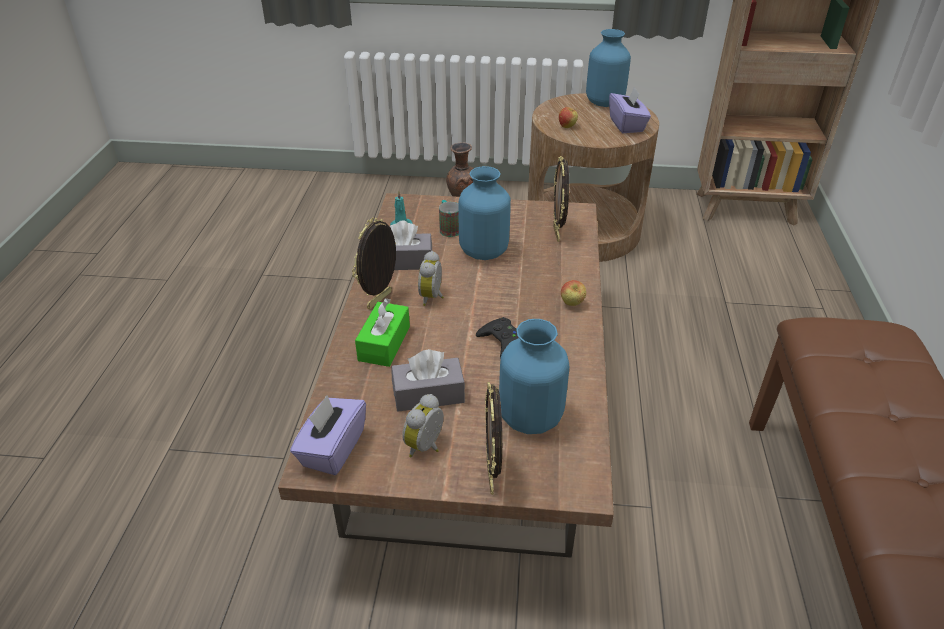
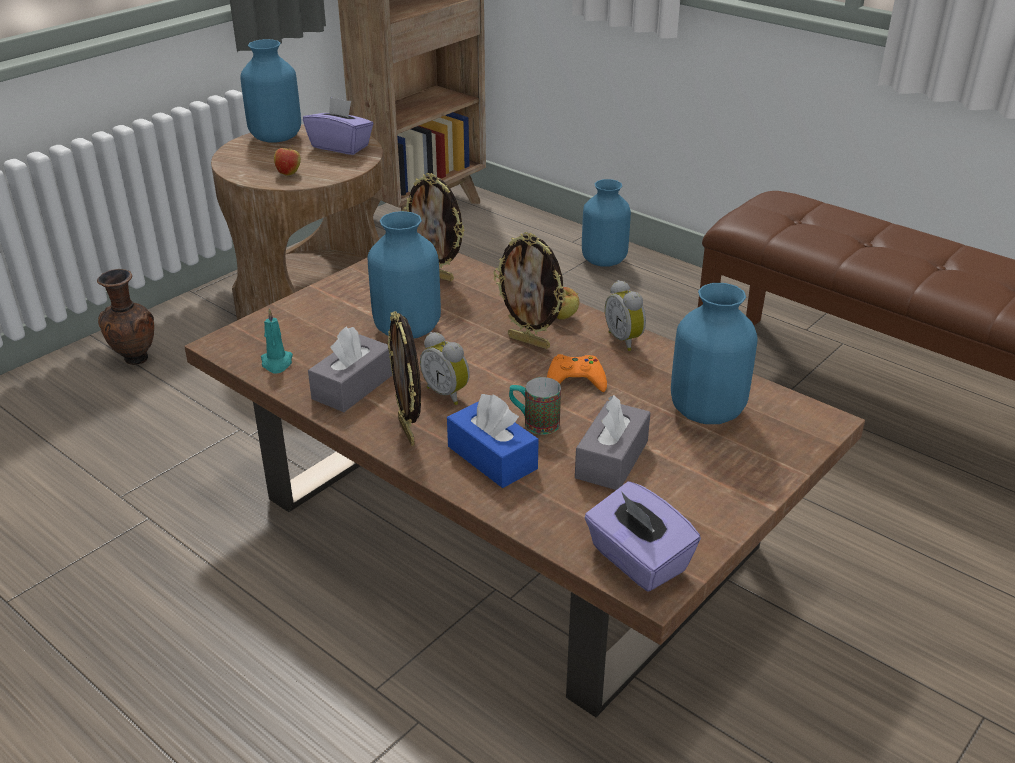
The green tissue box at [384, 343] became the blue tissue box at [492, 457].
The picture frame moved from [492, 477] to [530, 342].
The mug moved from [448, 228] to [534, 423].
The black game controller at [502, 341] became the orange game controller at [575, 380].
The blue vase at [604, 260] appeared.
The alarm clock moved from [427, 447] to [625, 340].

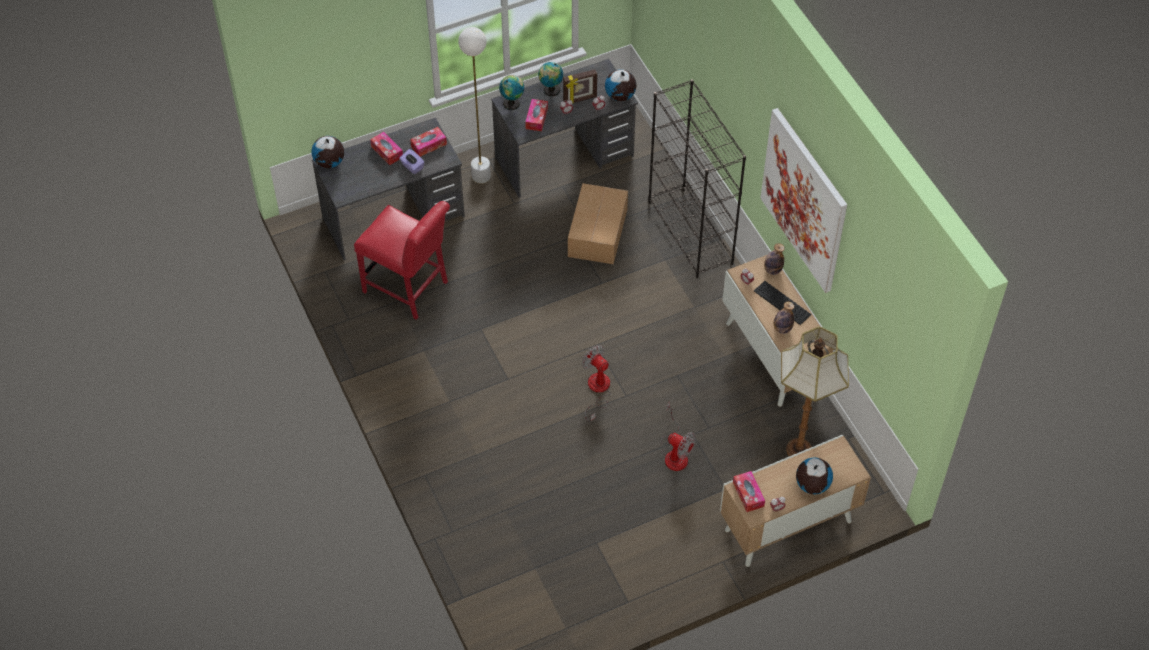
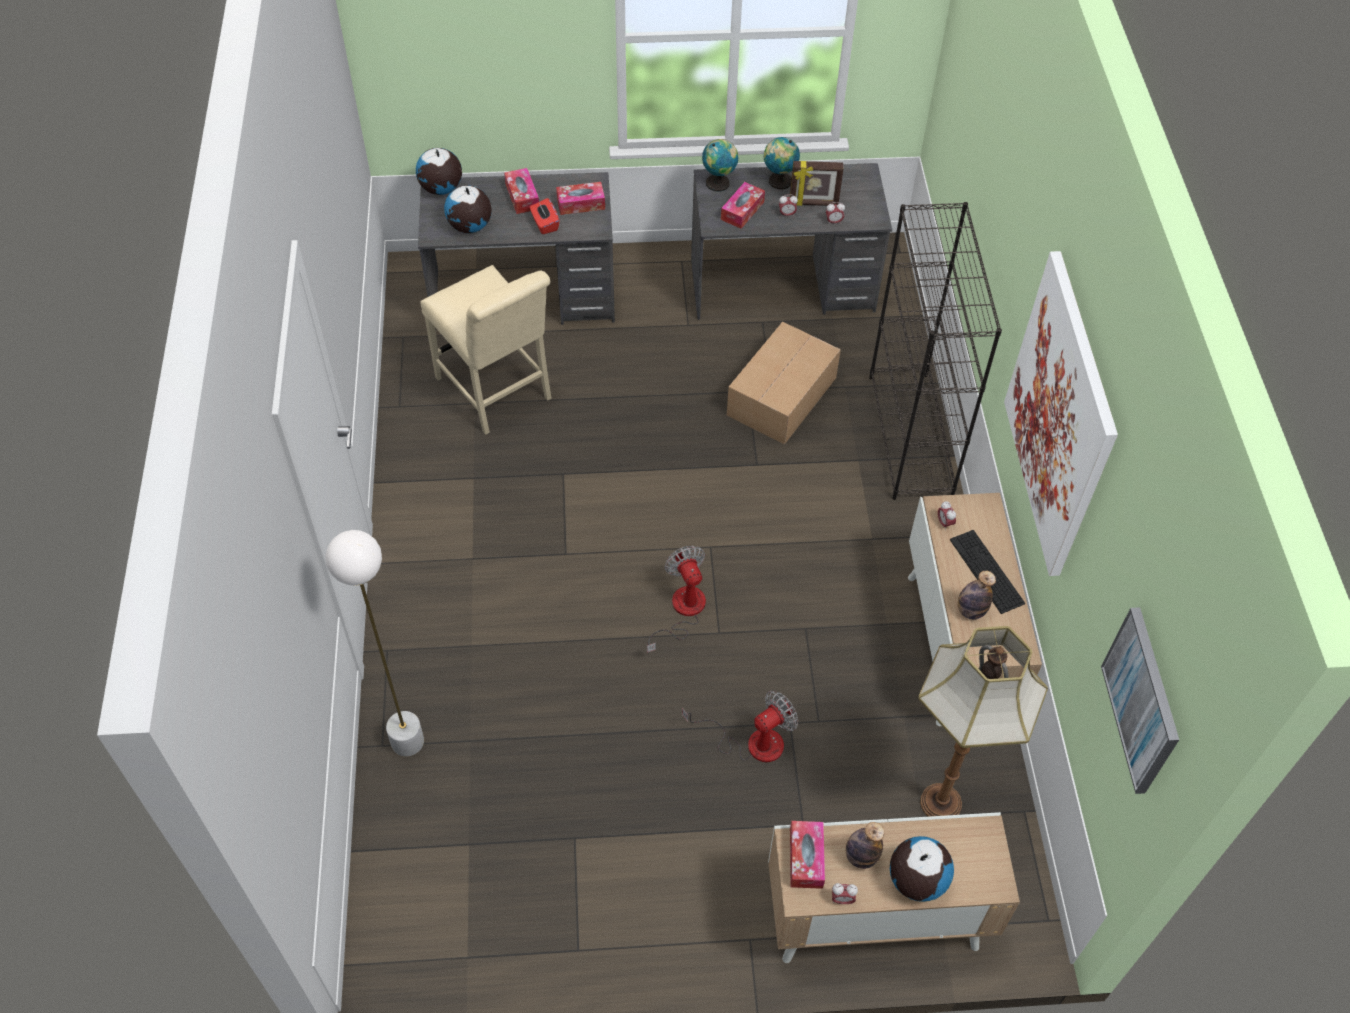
The white floor lamp moved from [481, 176] to [407, 741].
The red chair at [409, 289] became the beige chair at [496, 392].
The globe moved from [620, 96] to [470, 227].
The purple tissue box at [412, 167] became the red tissue box at [545, 224].
The fan at [675, 453] turned 90 degrees counterclockwise.
The bottle moved from [772, 270] to [861, 856].
The picture at [1142, 700] appeared.

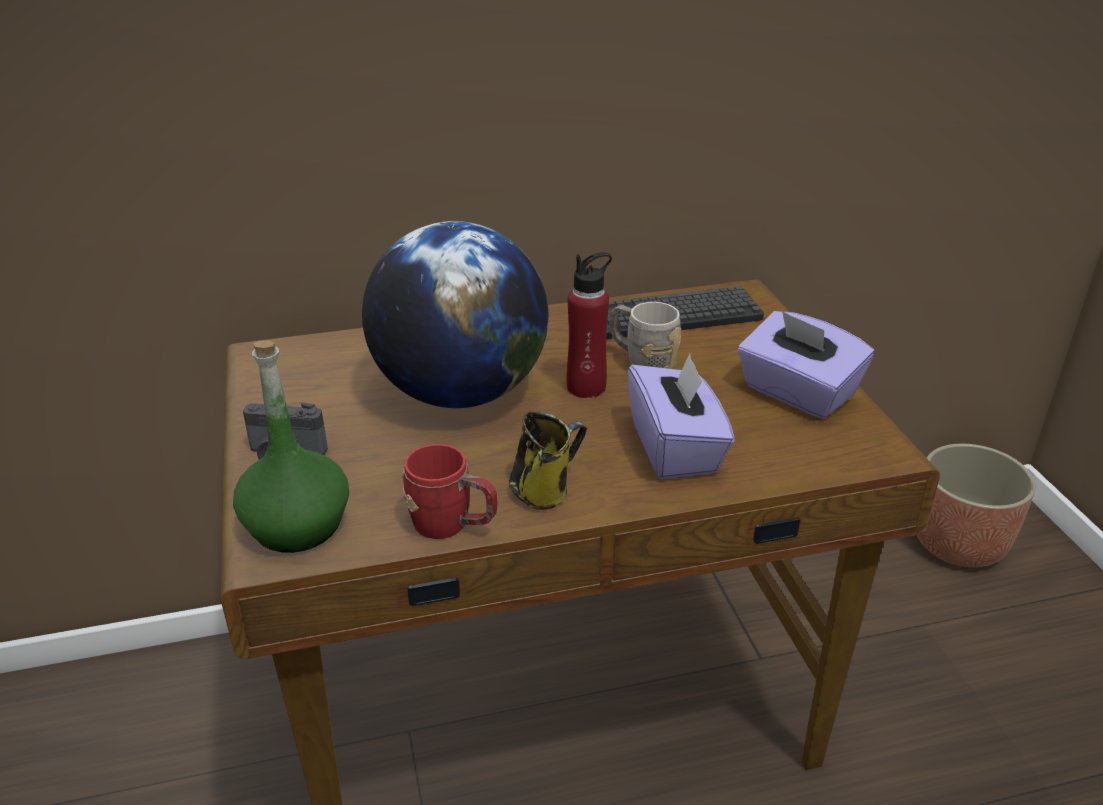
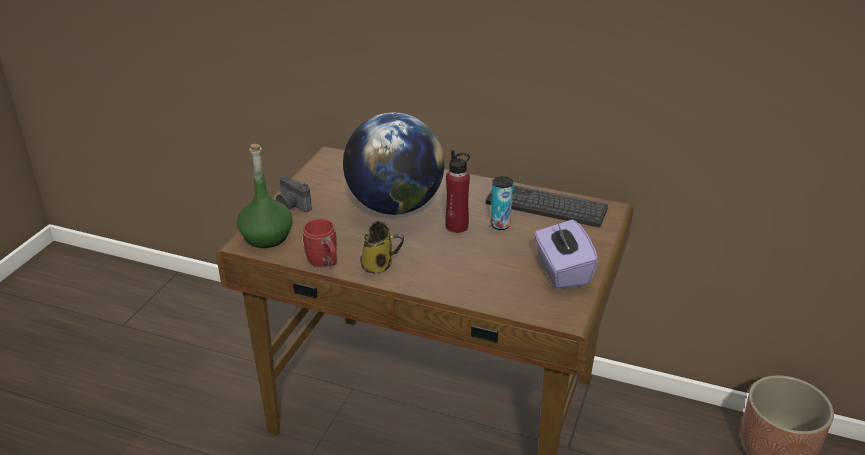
The grey mug at [642, 363] was replaced by the can at [500, 225].
The purple tissue box at [675, 448] disappeared.

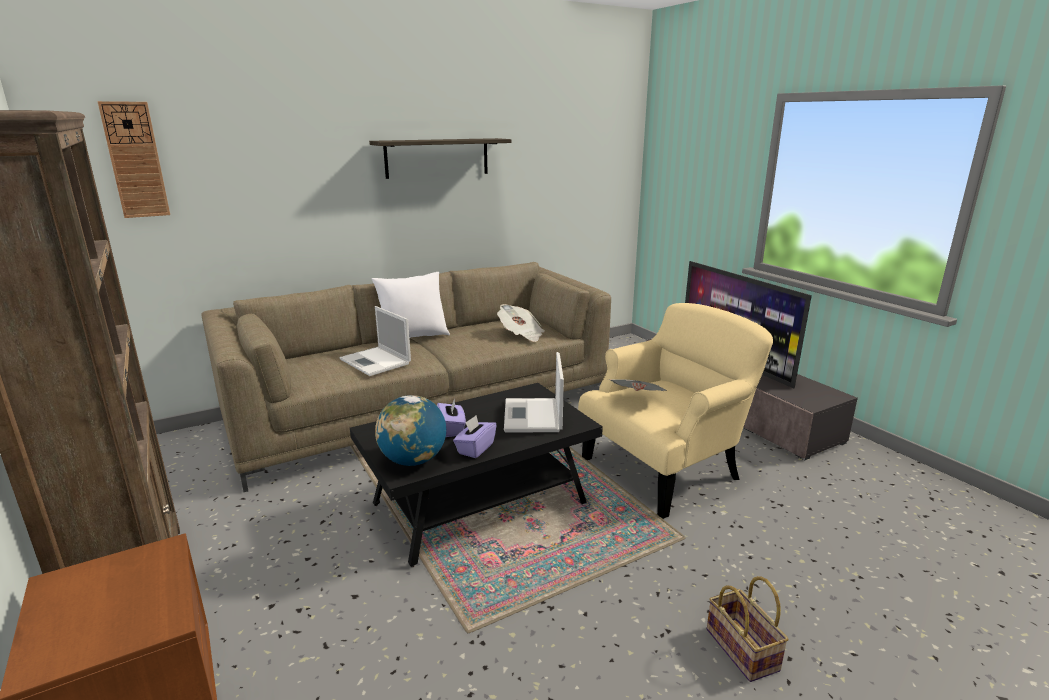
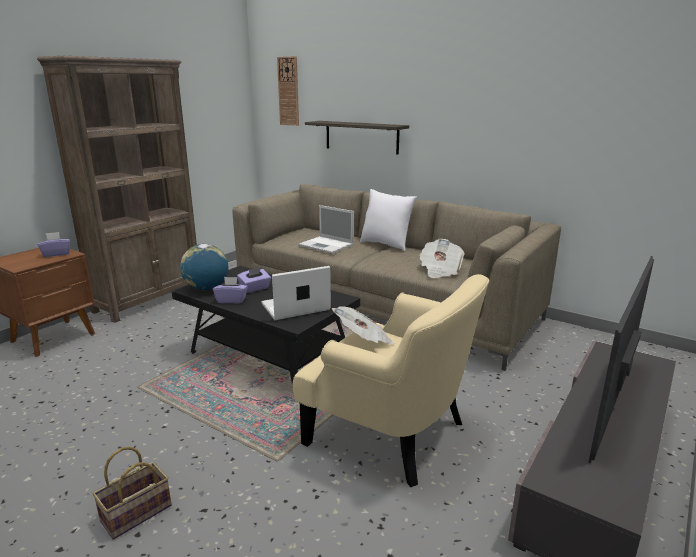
The purple tissue box at [56, 254] appeared.
The laptop at [376, 362] turned 75 degrees counterclockwise.
The shelf moved from [437, 157] to [361, 137].

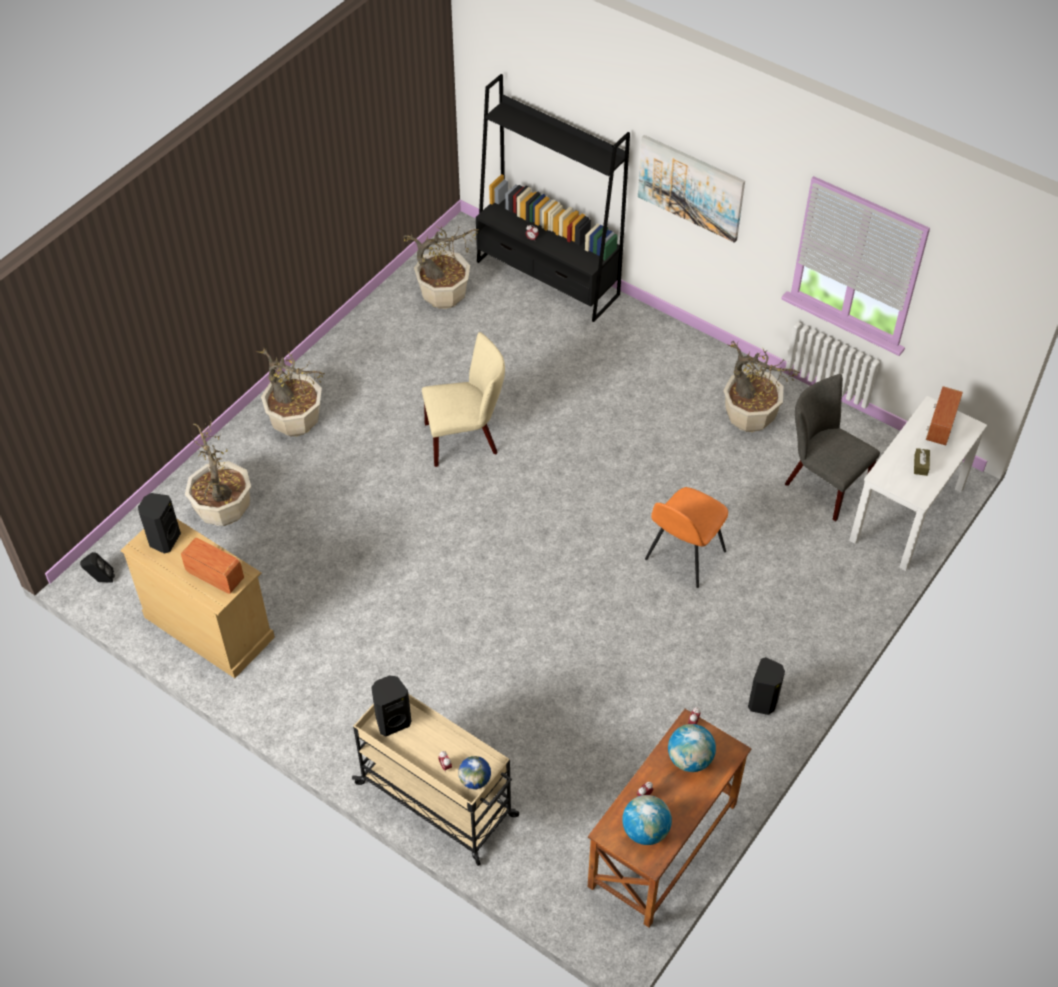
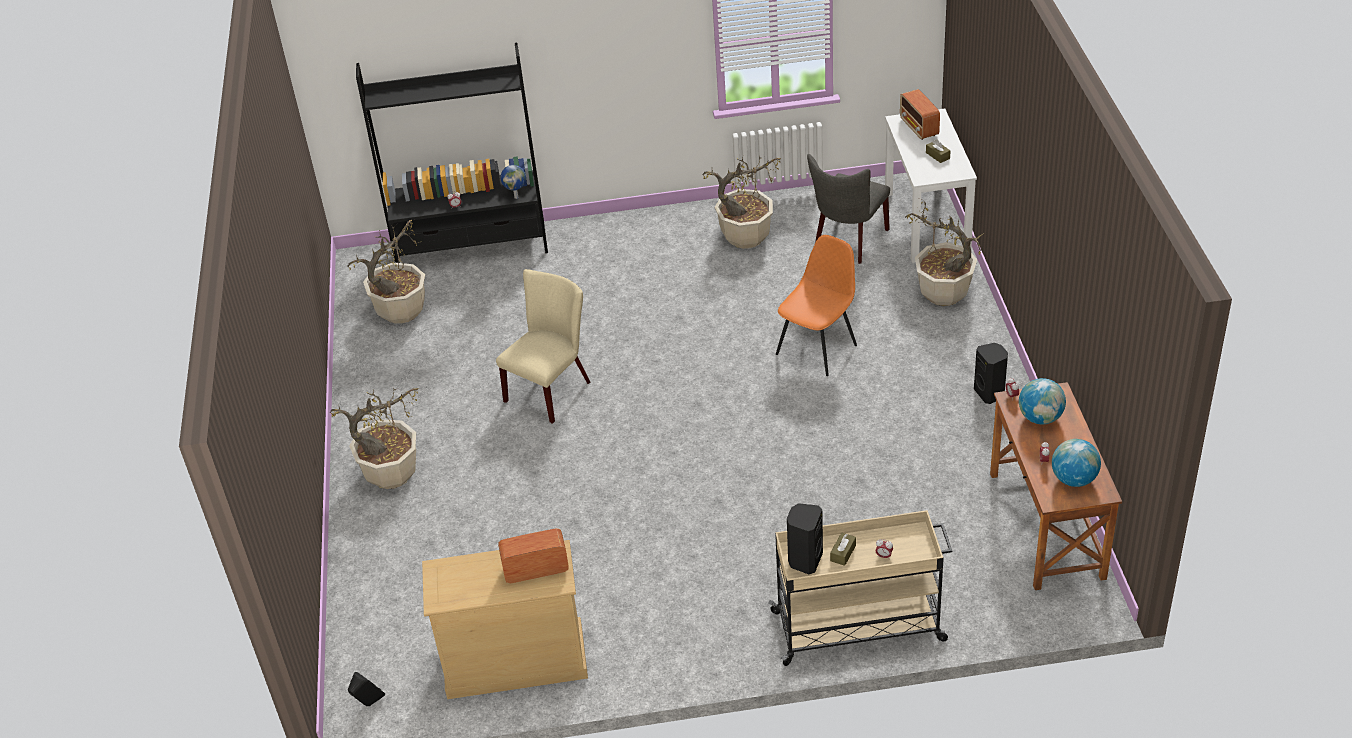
The globe moved from [476, 787] to [516, 197].
The orange chair at [684, 556] turned 135 degrees counterclockwise.
The grey chair at [822, 483] turned 60 degrees counterclockwise.
The brown tissue box at [843, 553] appeared.
The potted plant moved from [223, 510] to [943, 293].
The black speaker at [163, 540] disappeared.
The picture at [691, 187] disappeared.

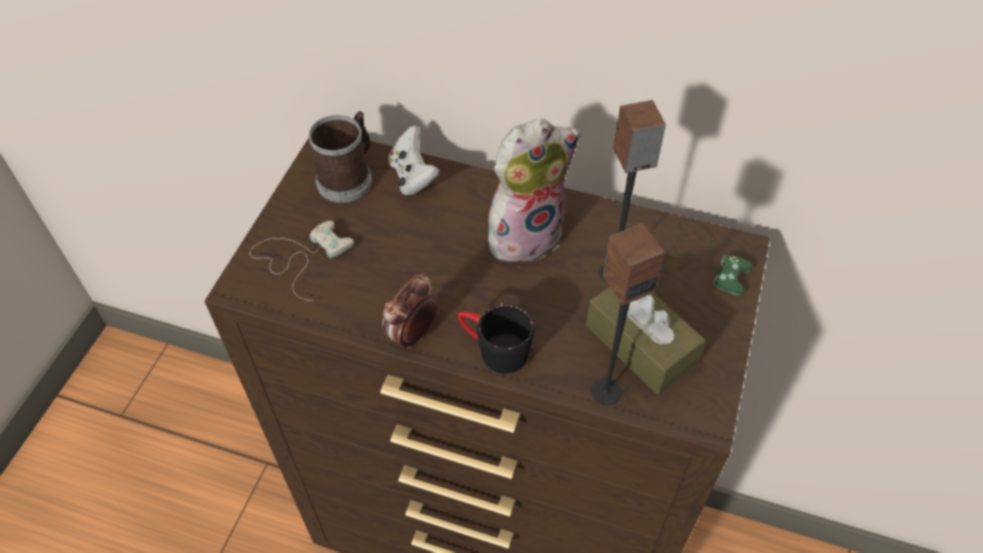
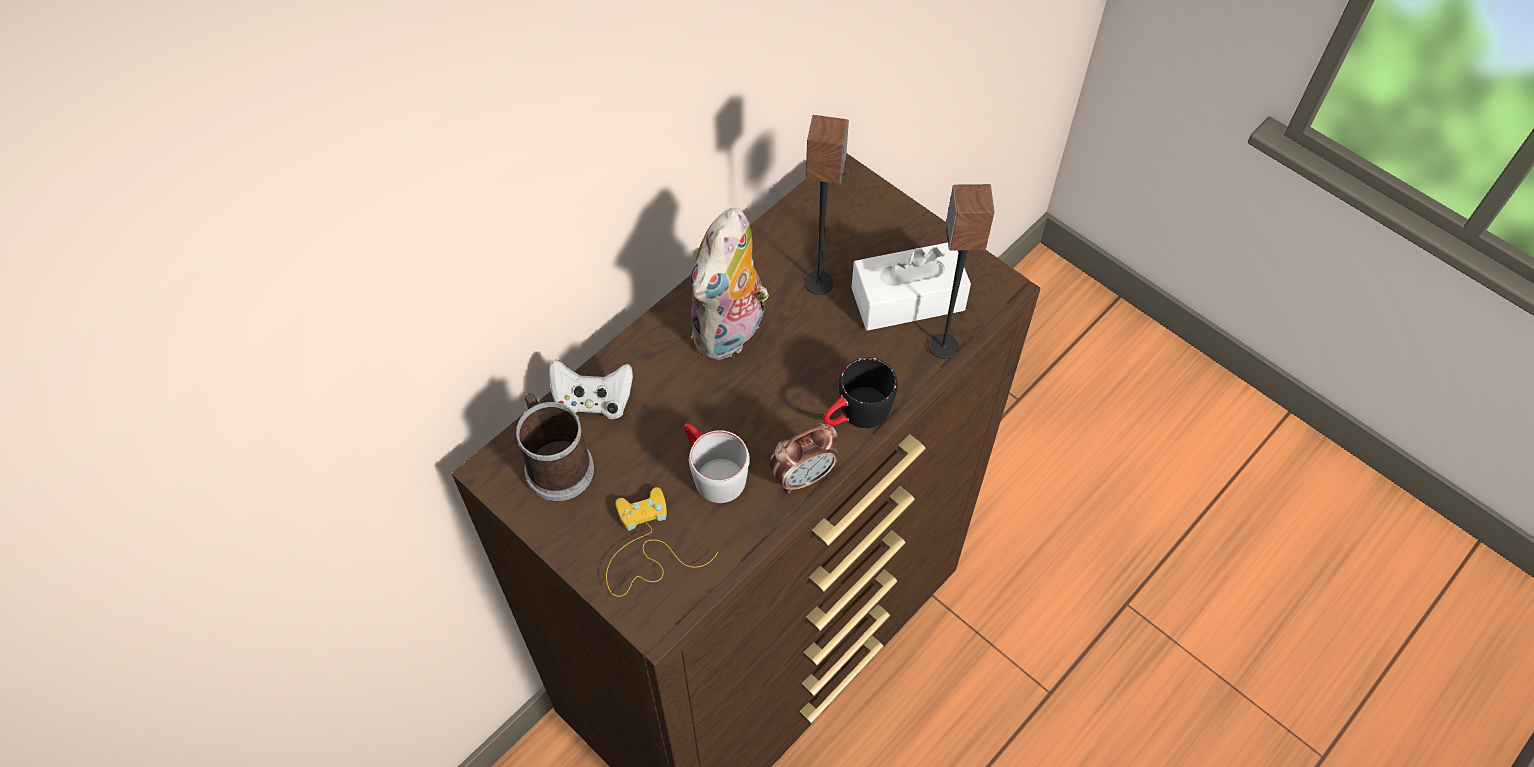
The white game controller at [300, 257] became the yellow game controller at [646, 548].
The grey mug at [711, 472] appeared.
The plush toy at [525, 234] turned 150 degrees counterclockwise.
The alarm clock at [413, 334] turned 90 degrees counterclockwise.
The brown tissue box at [640, 345] became the white tissue box at [907, 299].
The green game controller at [699, 261] disappeared.

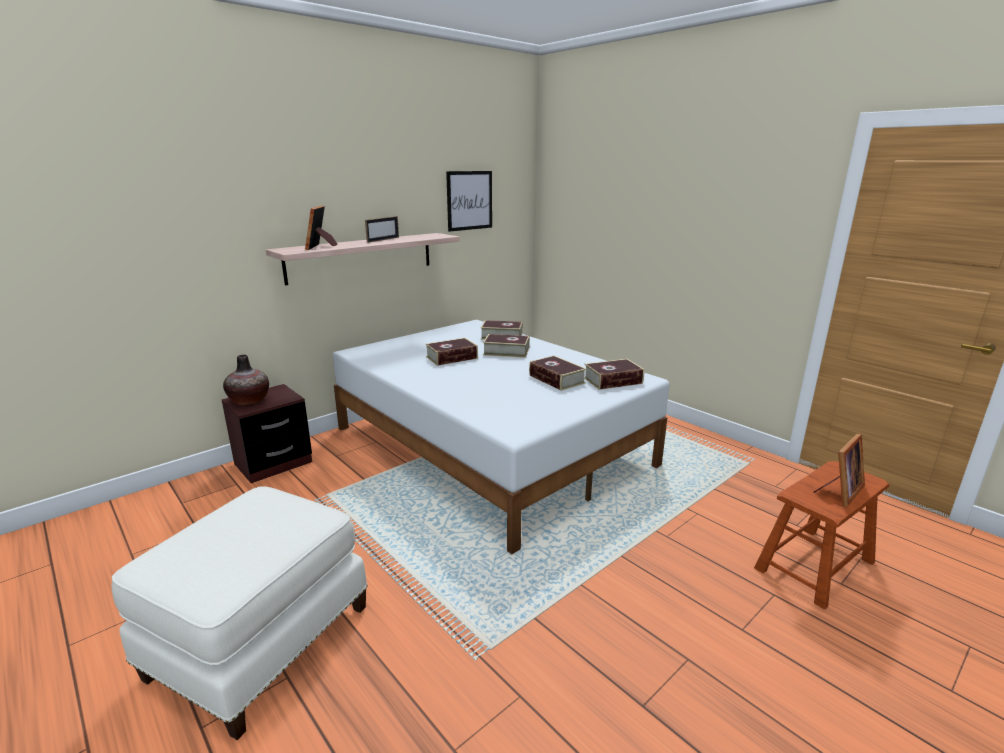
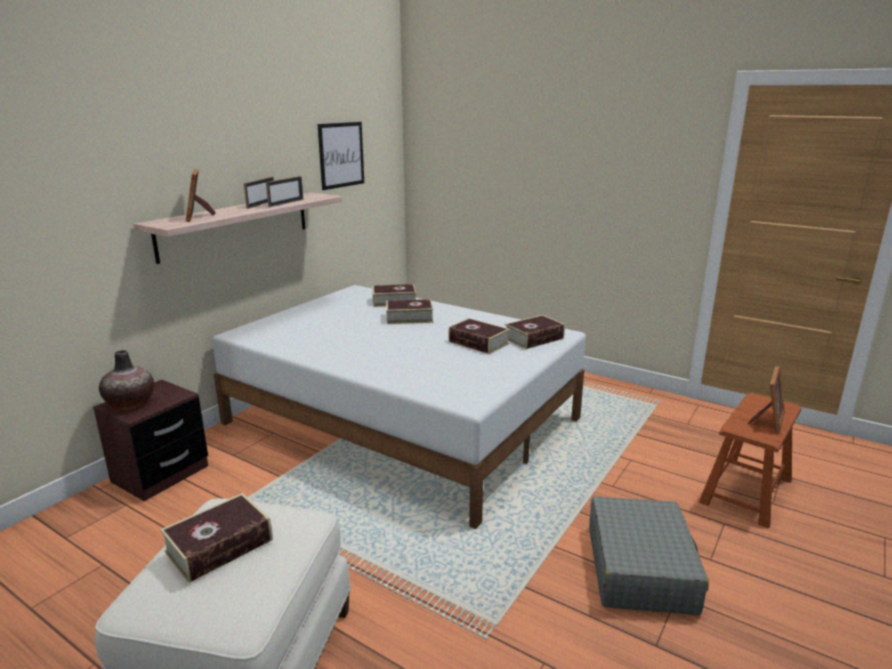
The book moved from [452, 357] to [219, 546].
The picture frame at [286, 203] appeared.
The grey suitcase at [640, 568] appeared.

